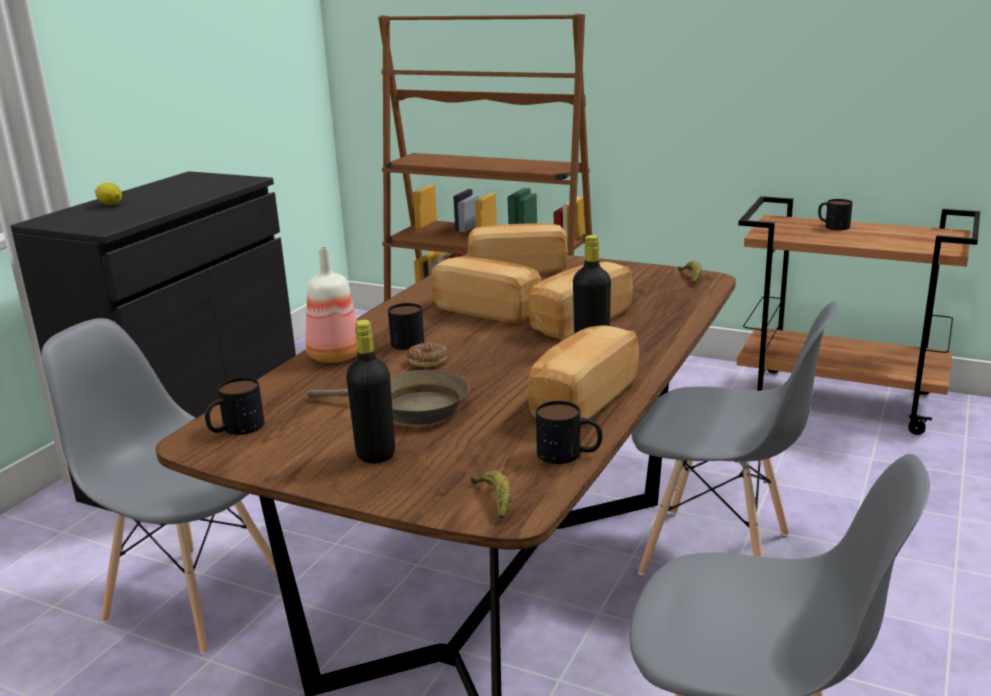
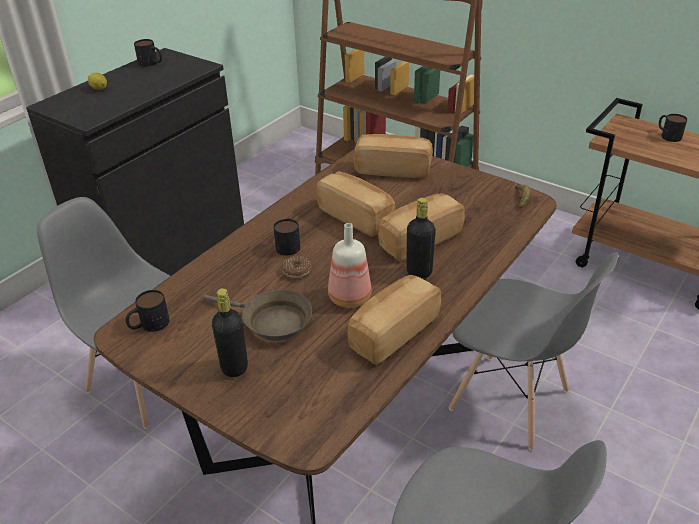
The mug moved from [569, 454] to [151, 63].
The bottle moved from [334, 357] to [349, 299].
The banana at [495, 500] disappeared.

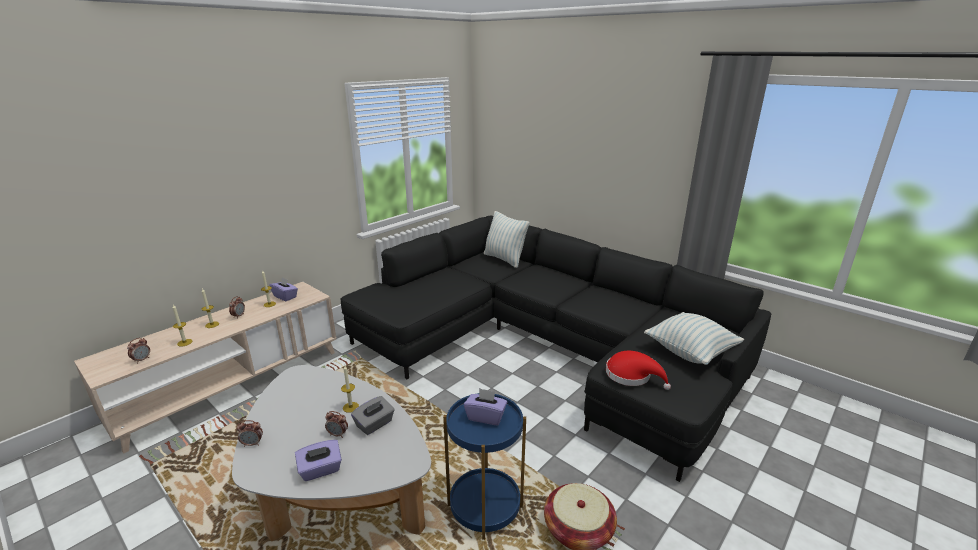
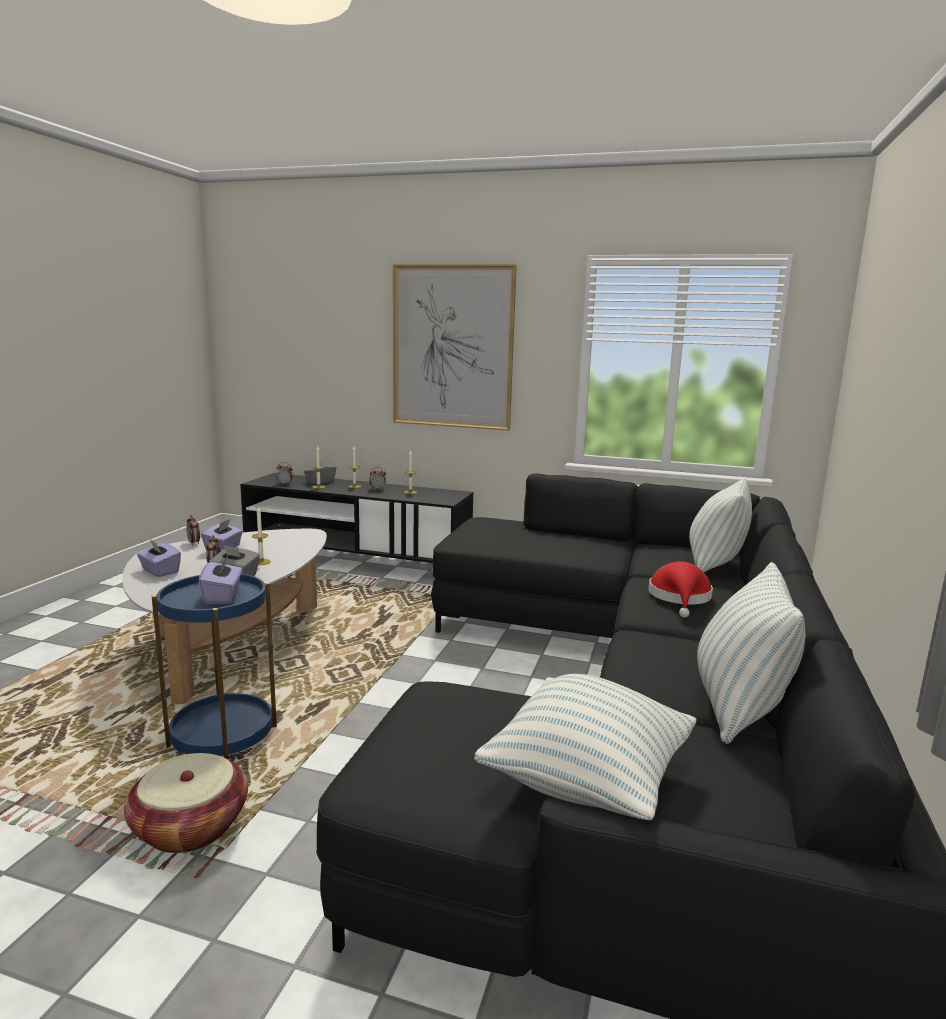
The purple tissue box moved from [285, 296] to [224, 548].
The beige tv stand at [232, 385] became the black tv stand at [357, 561].
The grey tissue box at [320, 481] appeared.
The picture at [452, 347] appeared.
The red hat moved from [631, 375] to [680, 597].
The pillow at [739, 707] appeared.

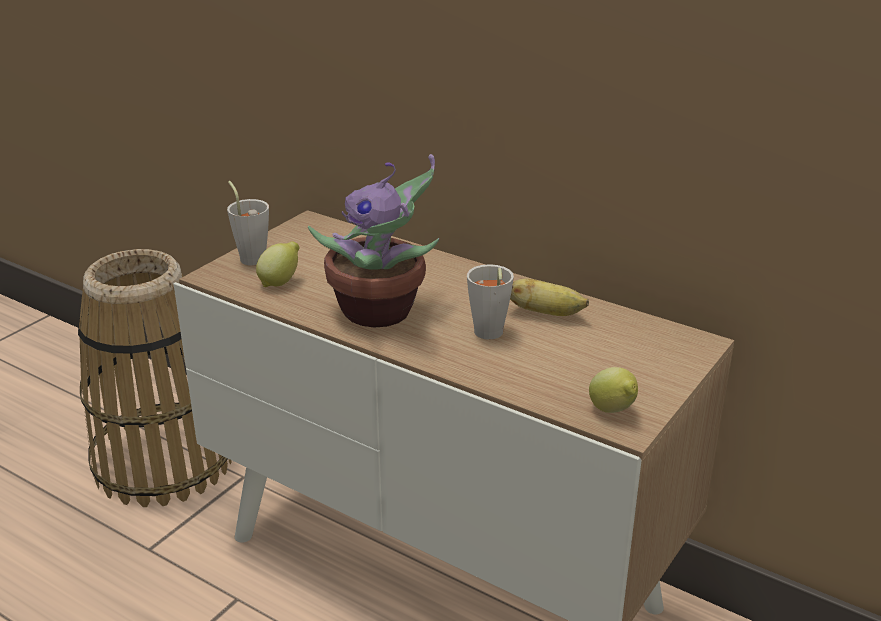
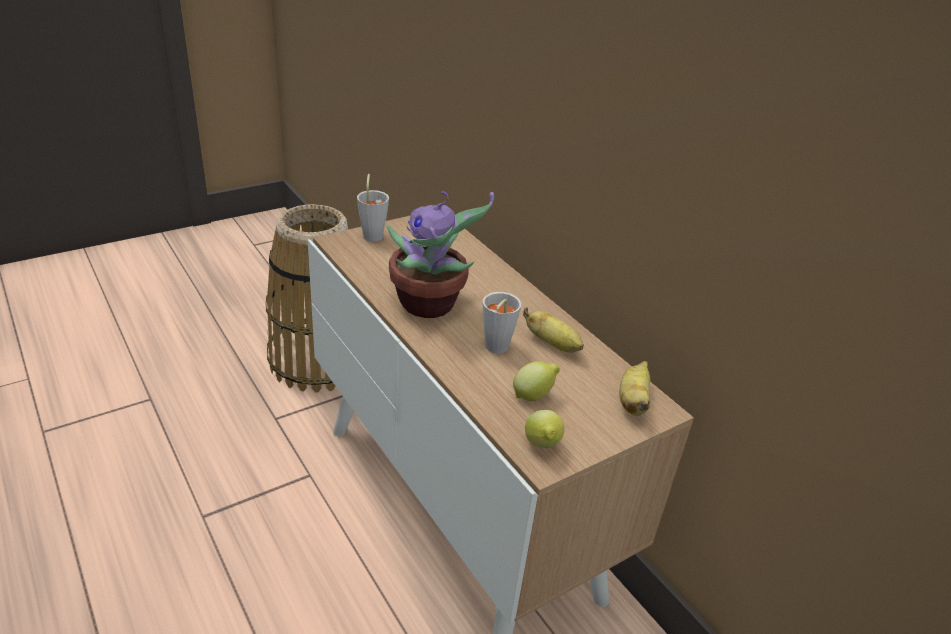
The lemon moved from [280, 282] to [533, 395].
The banana at [633, 401] appeared.

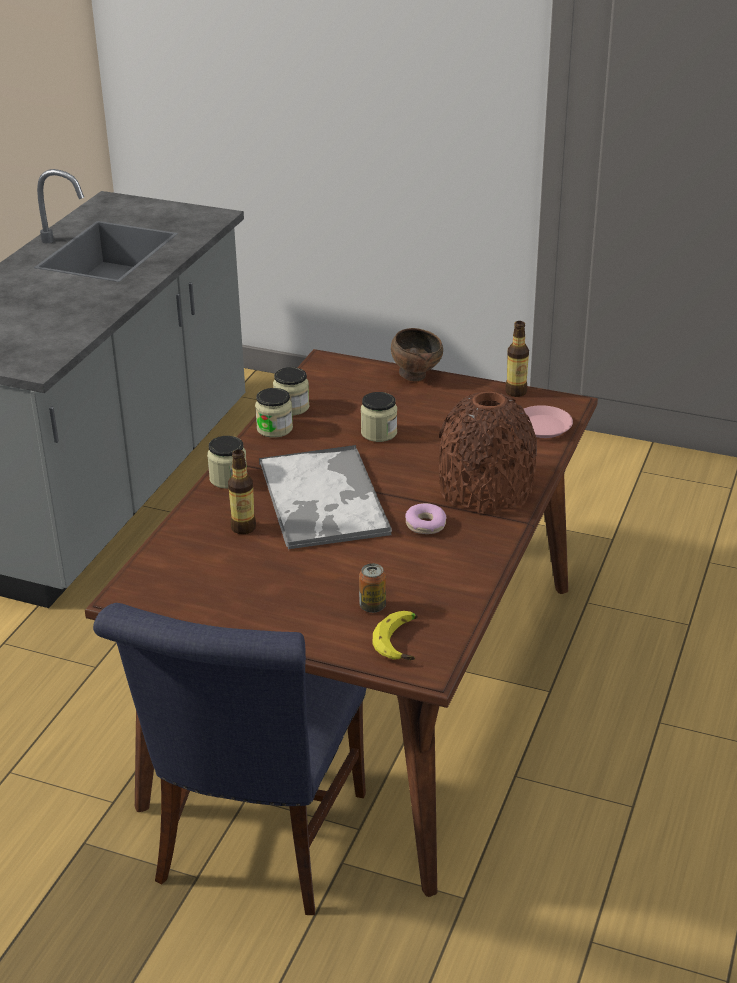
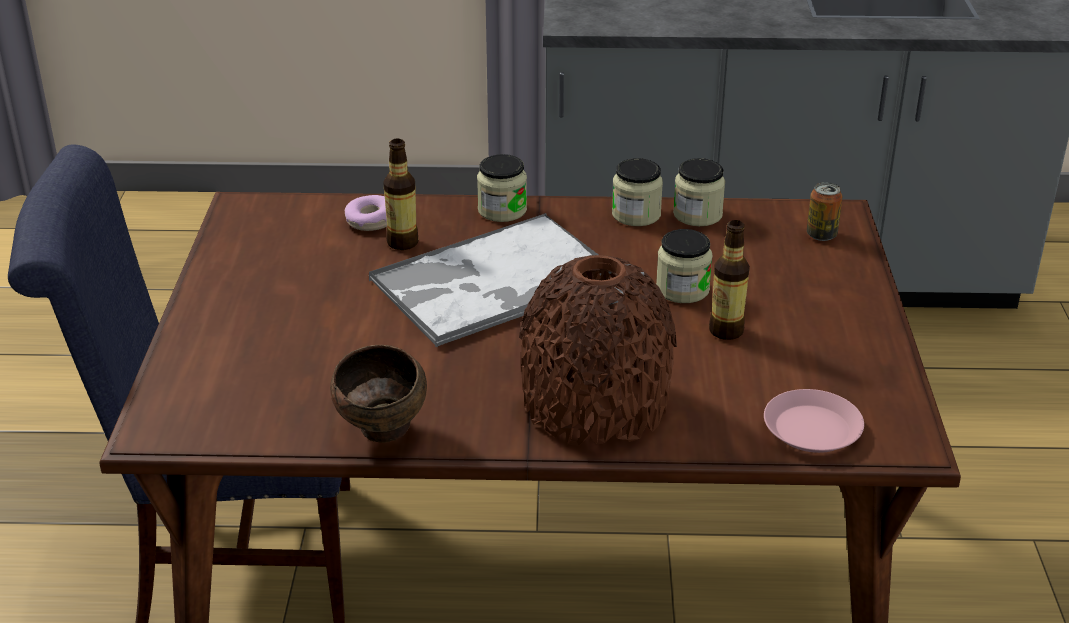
The brown bowl moved from [416, 376] to [384, 433].
The donut moved from [425, 525] to [371, 221].
The bottle moved from [516, 392] to [726, 331].
The can moved from [372, 606] to [821, 235].
The banana at [402, 642] disappeared.

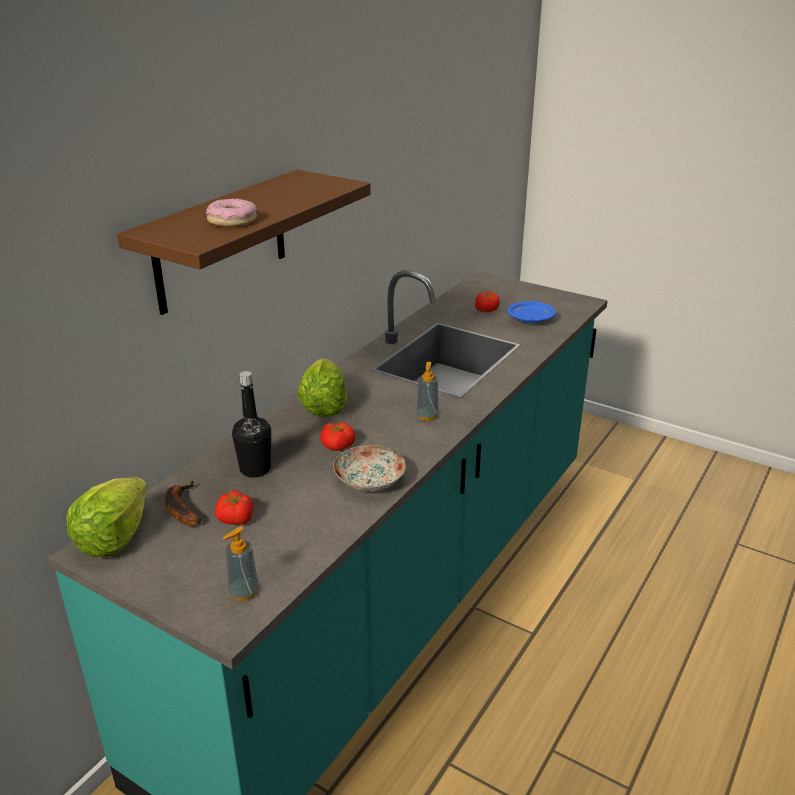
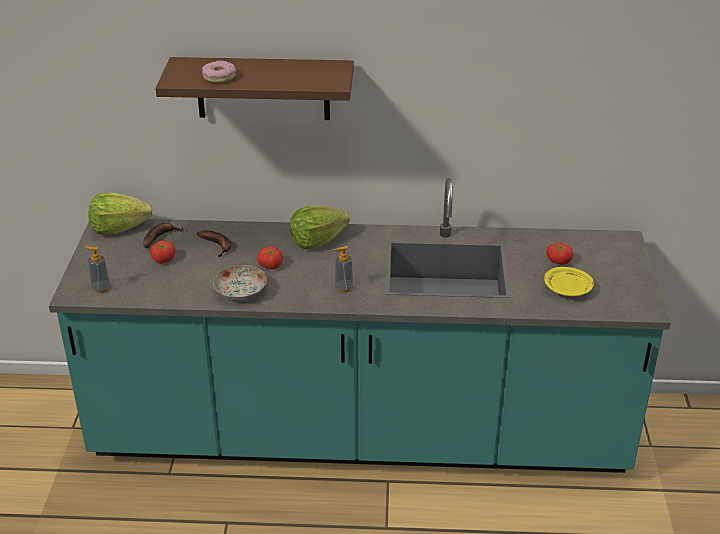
The black bottle at [255, 469] was replaced by the banana at [218, 245].
The blue plate at [531, 319] became the yellow plate at [568, 289].

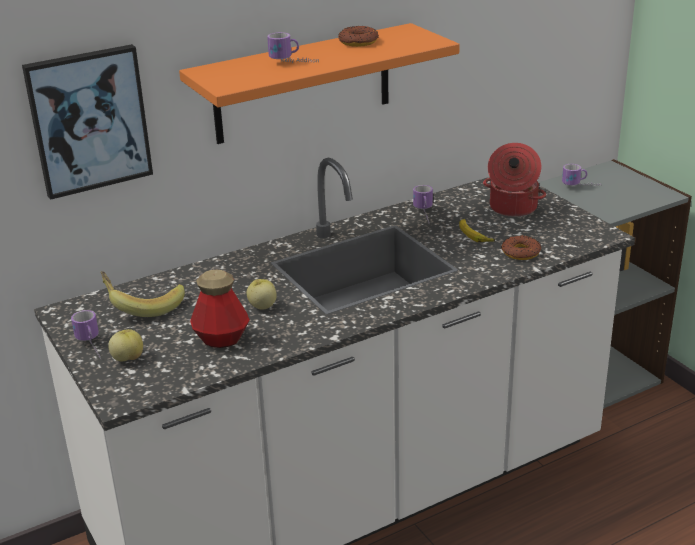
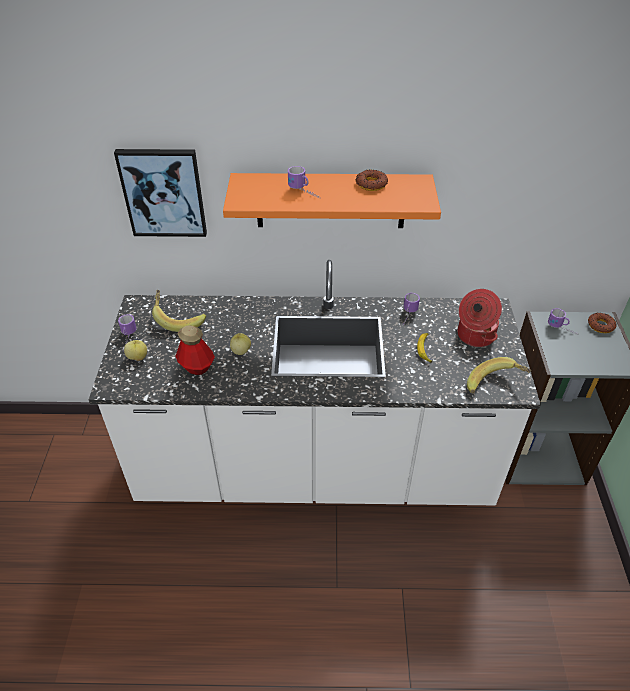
The banana at [495, 386] appeared.
The donut moved from [520, 252] to [600, 325].

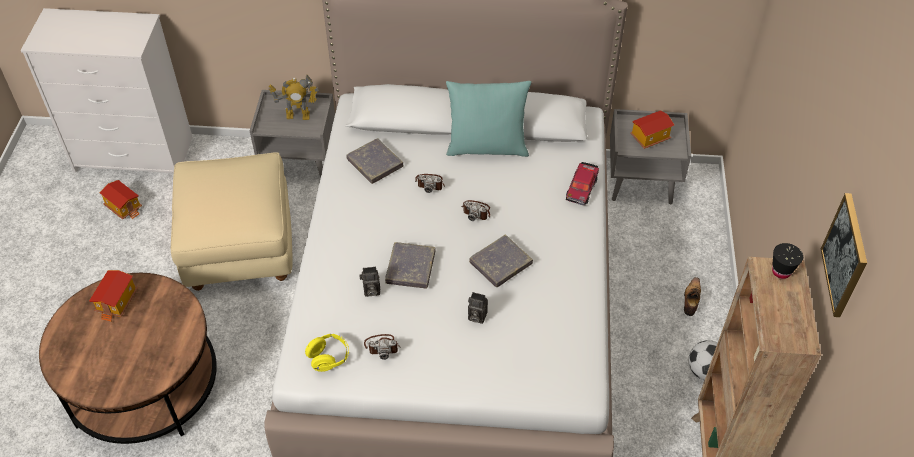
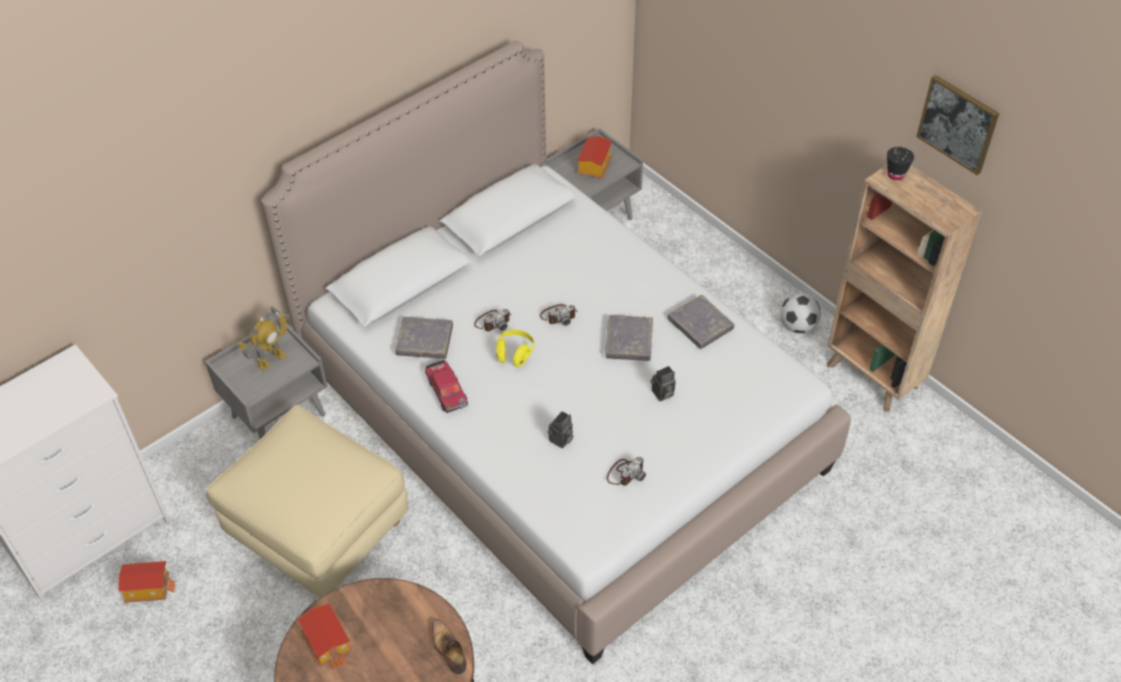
The toy car moved from [582, 187] to [447, 390].
The shoe moved from [691, 299] to [448, 650].
The yellow headphones moved from [329, 358] to [515, 354].
The grey book moved from [410, 268] to [700, 324].
The turquoise pillow at [487, 147] disappeared.

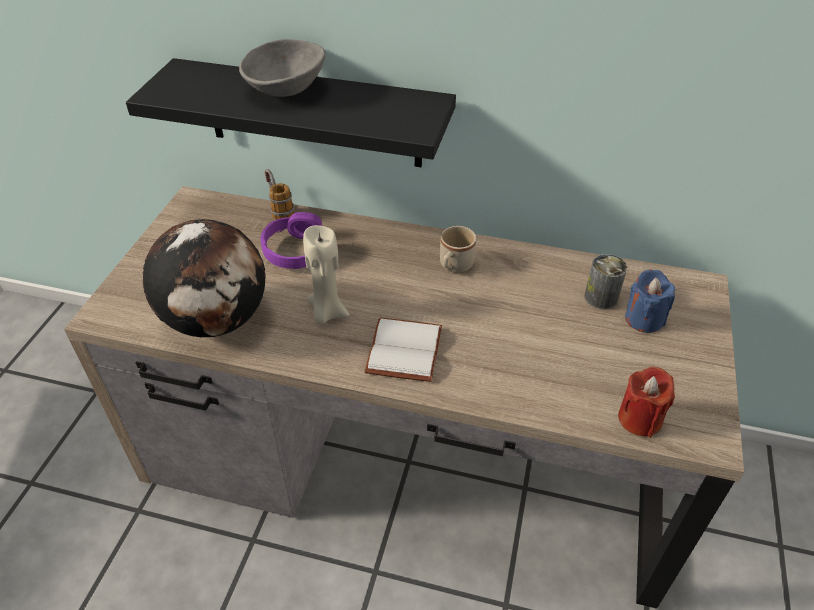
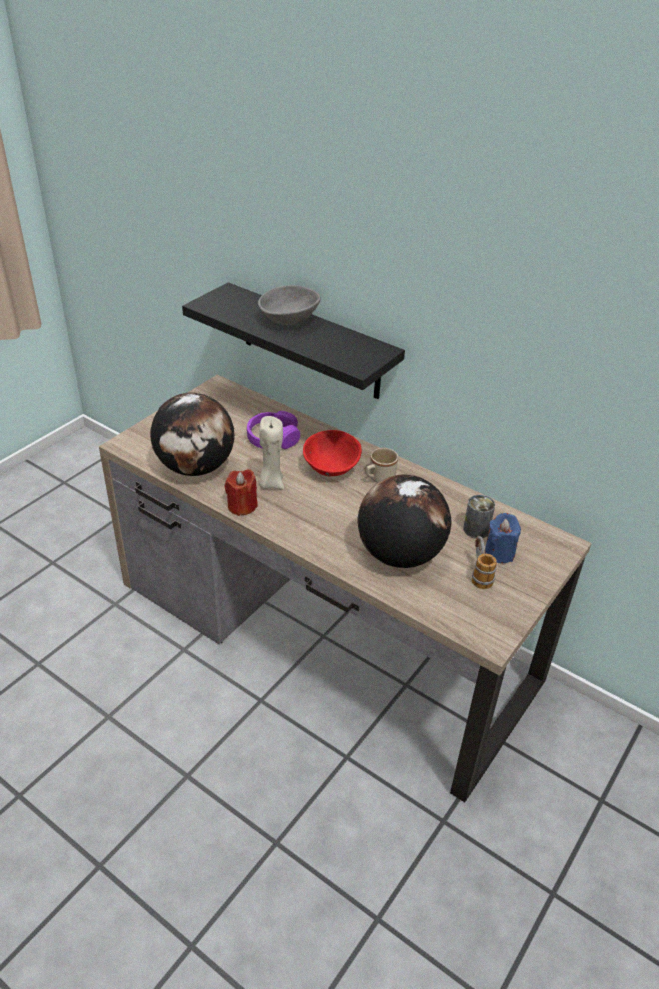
The red candle moved from [639, 418] to [242, 506].
The red bowl at [331, 468] appeared.
The globe at [399, 555] appeared.
The mug moved from [278, 208] to [479, 574].
The white book at [402, 349] disappeared.

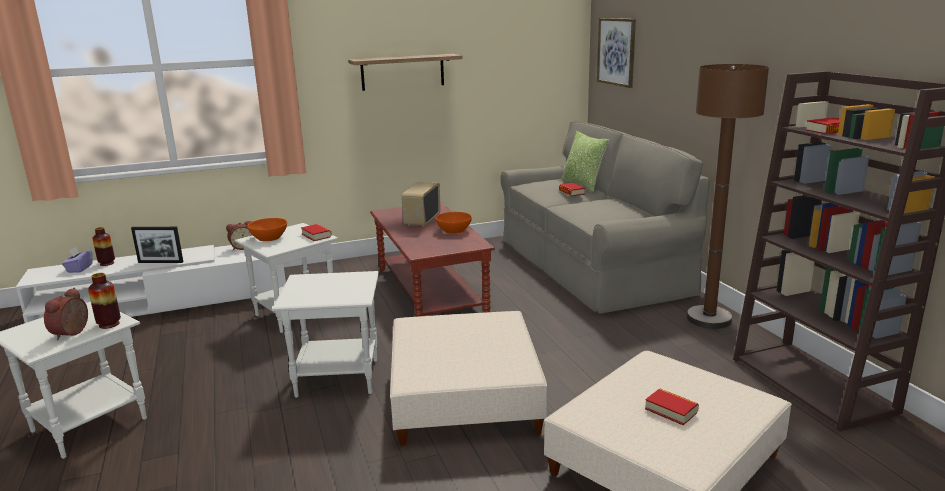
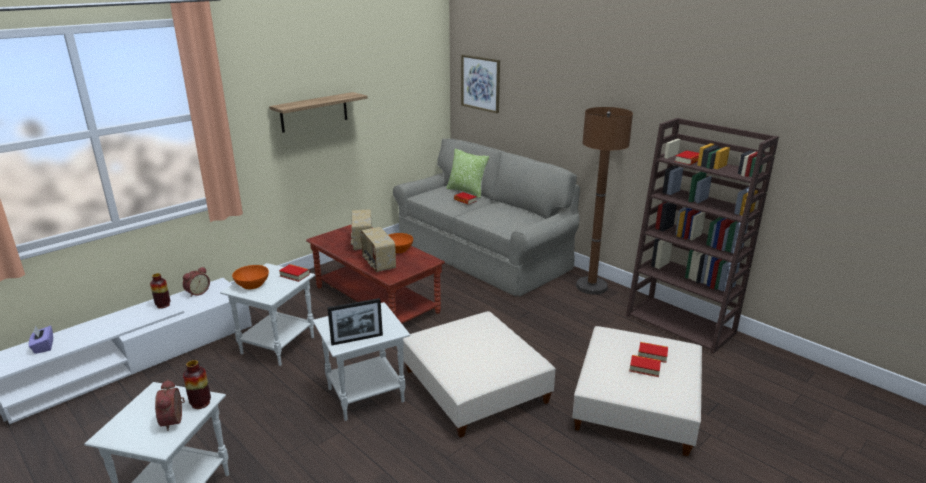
The vase moved from [107, 263] to [163, 305].
The picture frame moved from [160, 262] to [357, 339].
The radio at [378, 264] appeared.
The book at [652, 354] appeared.

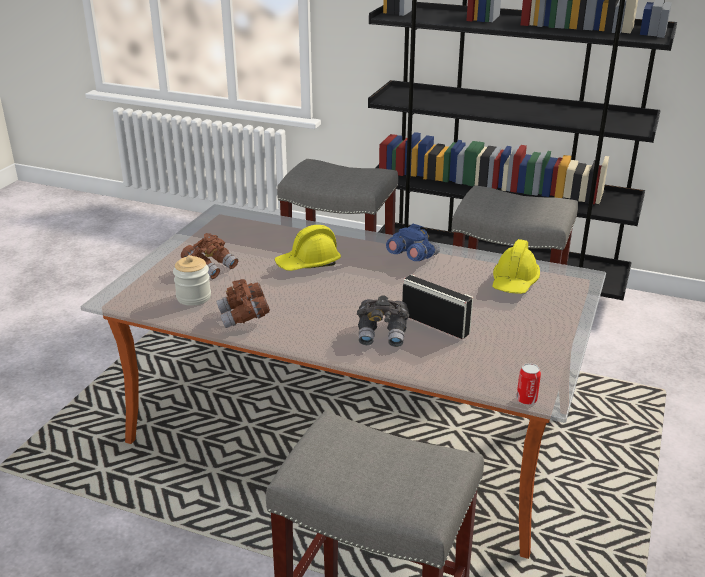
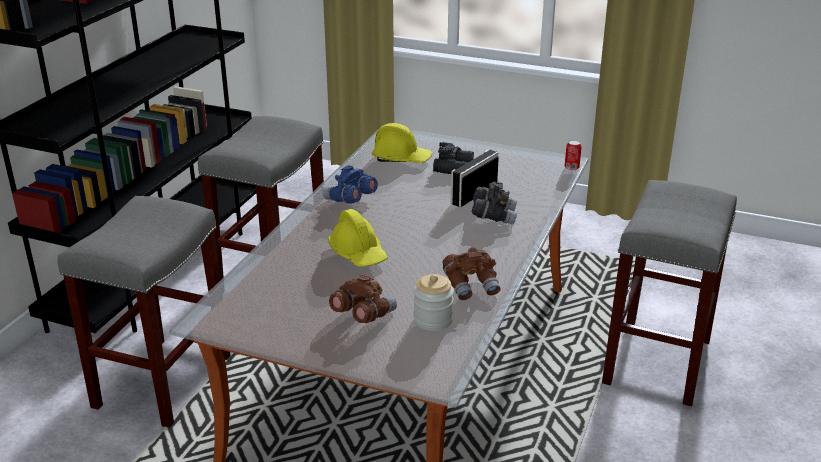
The black binoculars at [454, 167] appeared.

